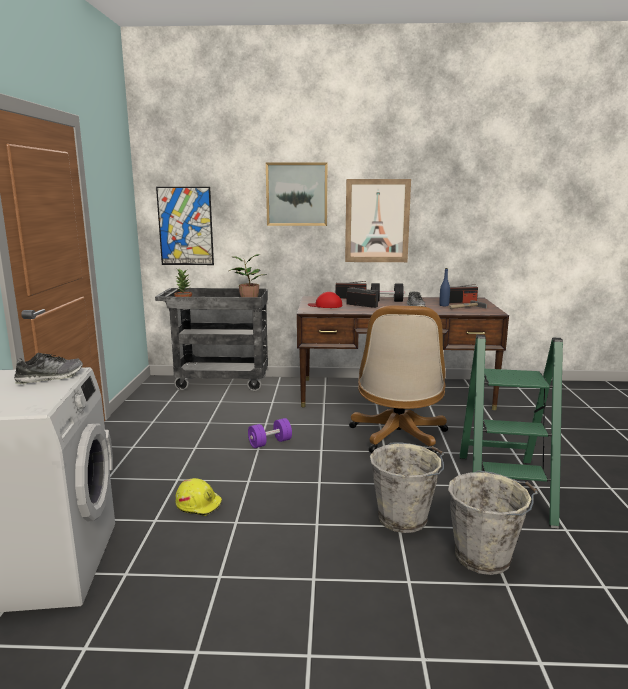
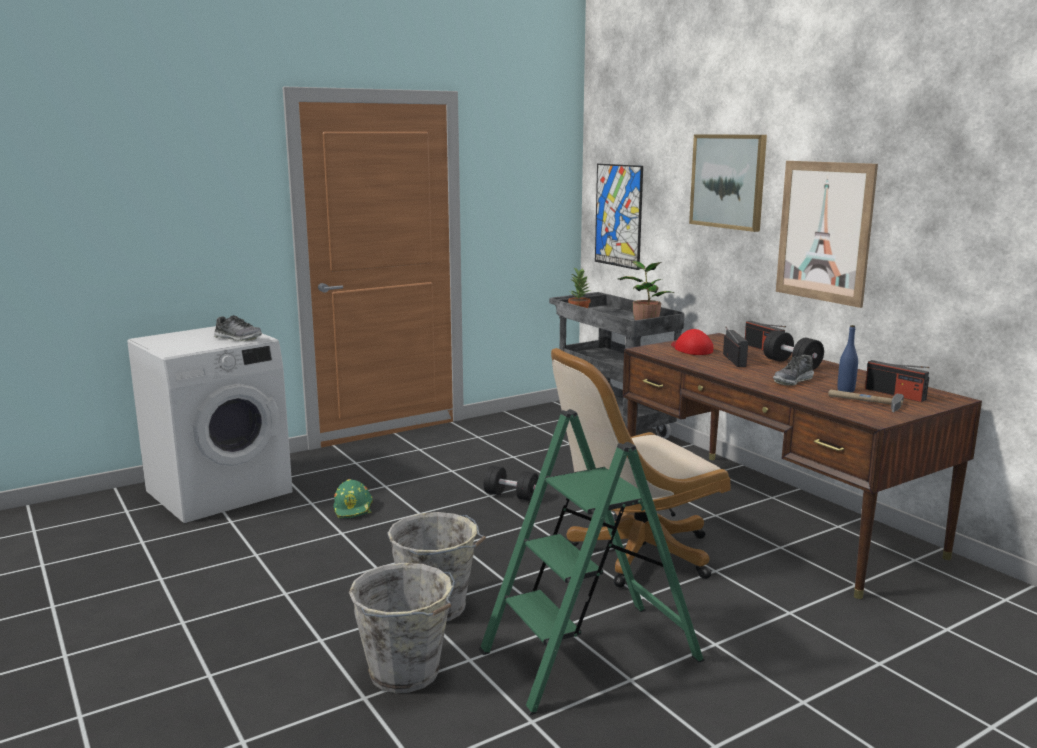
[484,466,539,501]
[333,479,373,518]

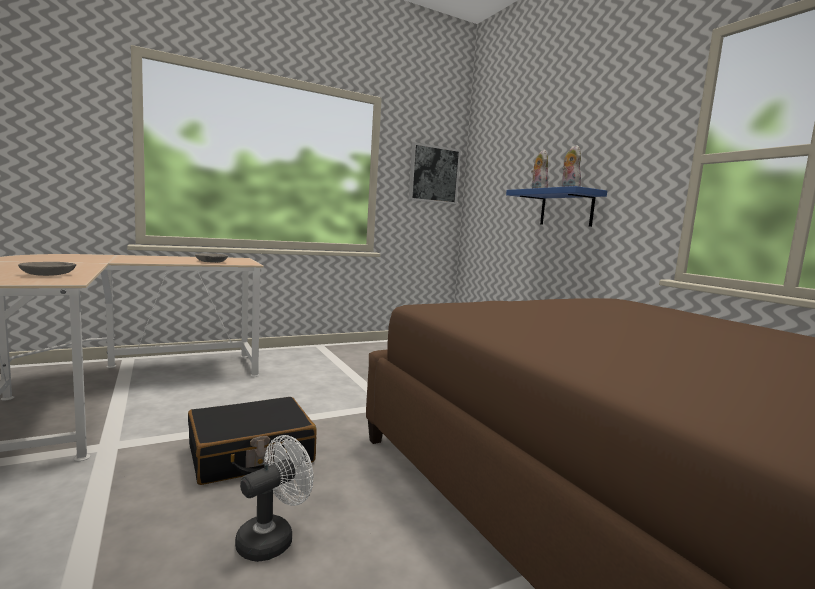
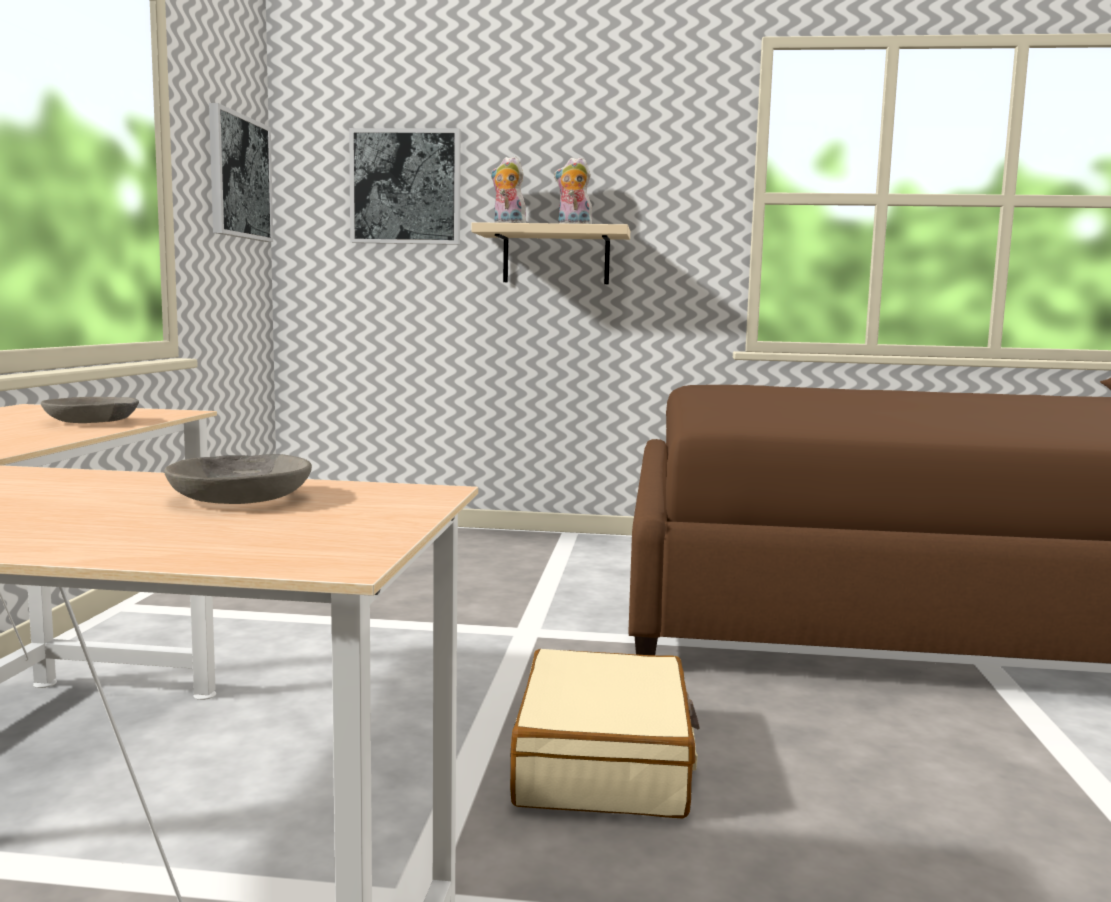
[471,222,630,284]
[510,649,700,818]
[235,435,313,562] (first image)
[349,128,461,245]

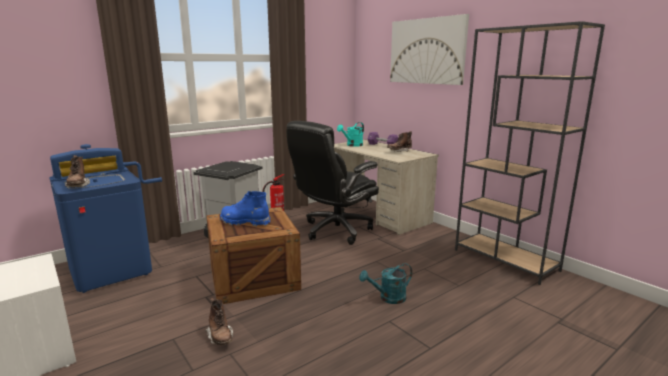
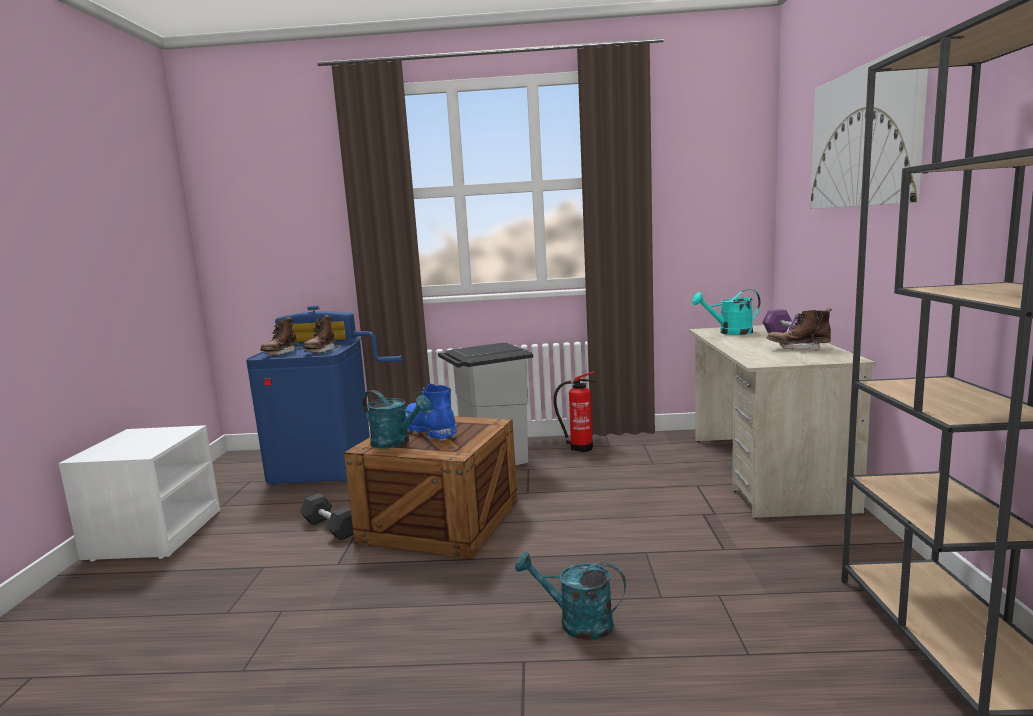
[286,121,379,245] (first image)
[303,315,335,353]
[363,390,431,449]
[300,493,354,540]

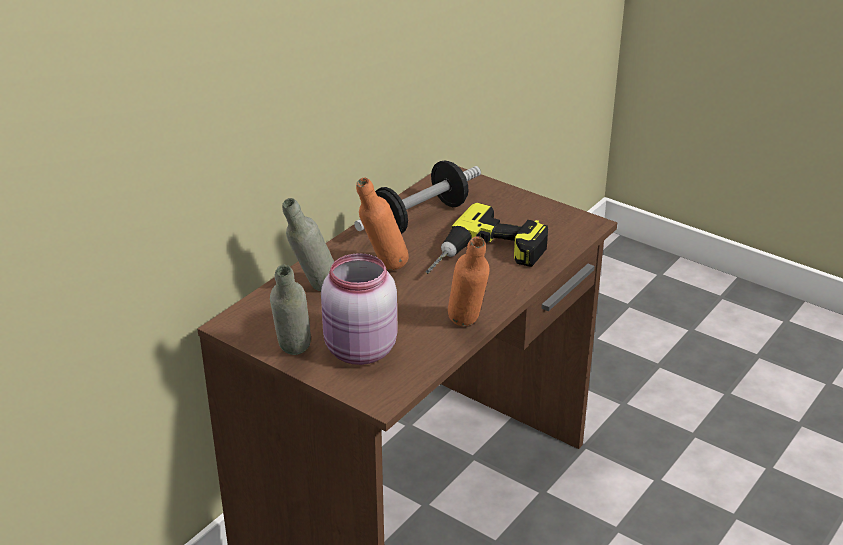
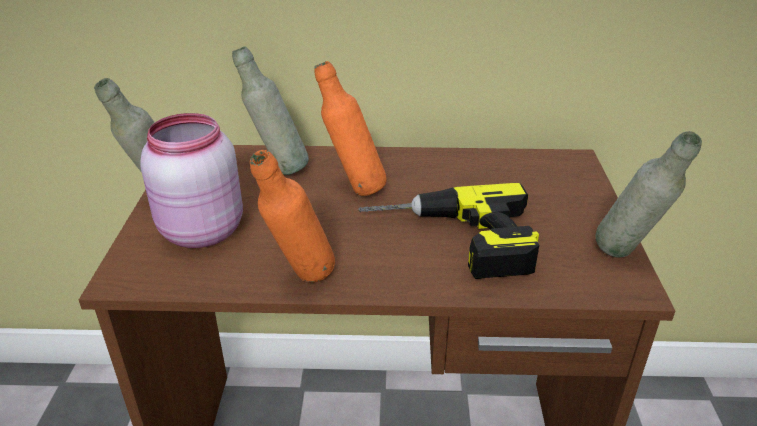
[354,160,481,234] (first image)
[595,131,702,257]

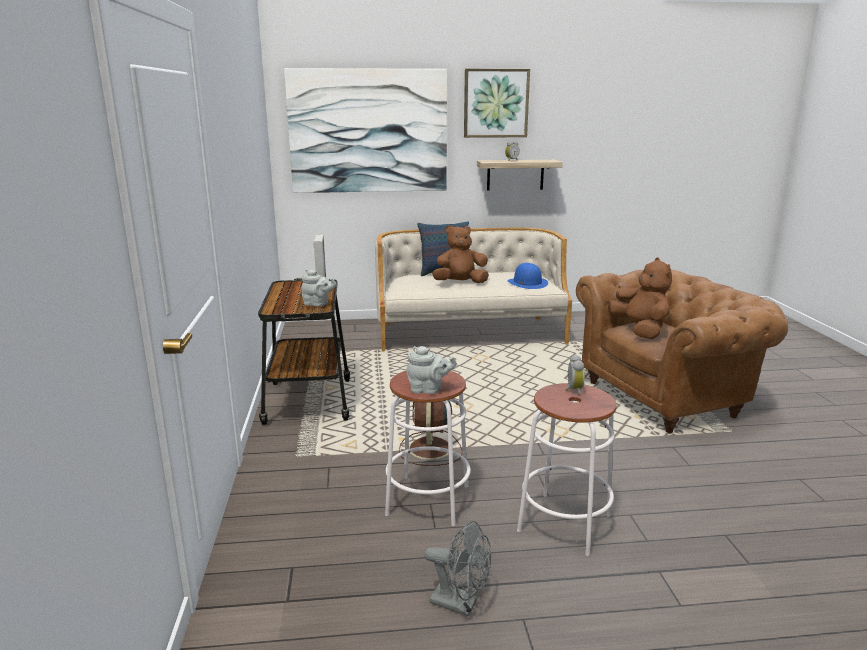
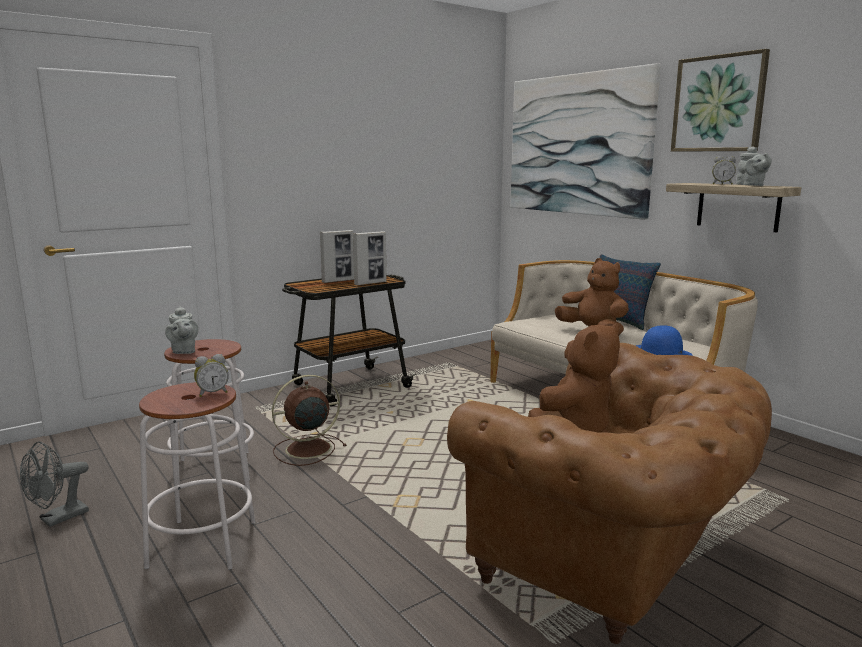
[737,146,772,186]
[20,442,89,527]
[320,230,354,283]

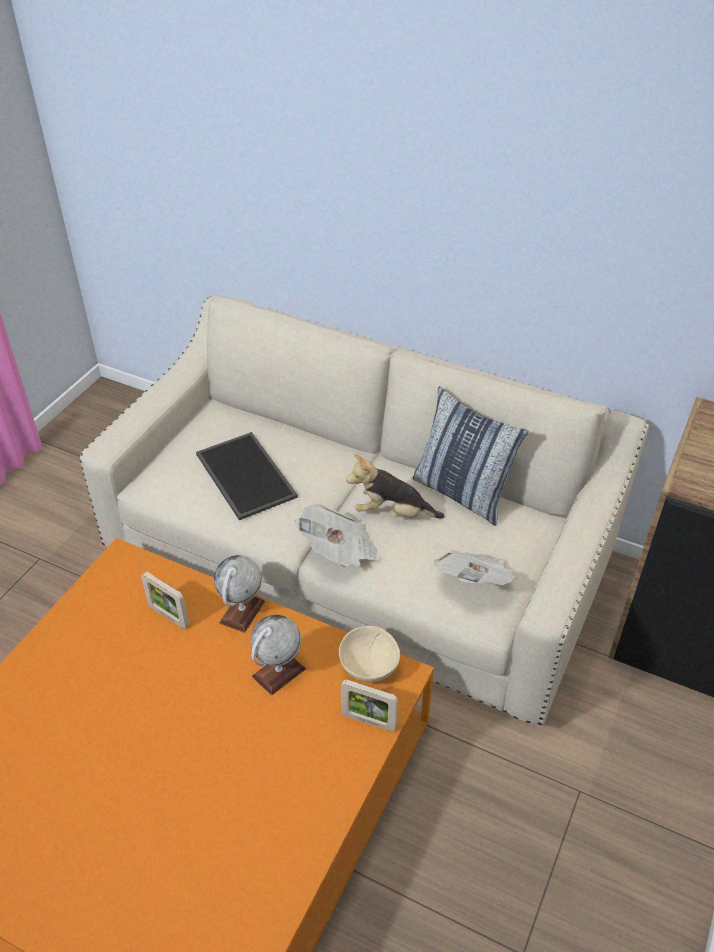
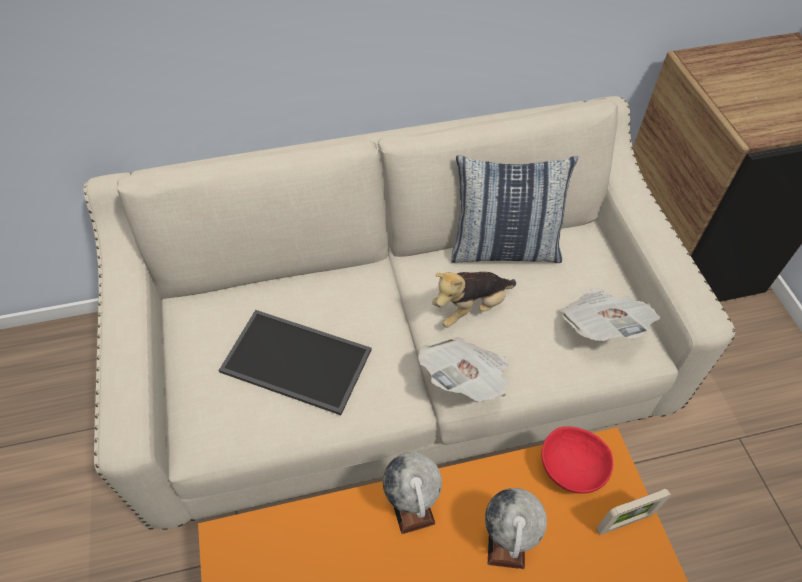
[141,572,189,629] (first image)
[541,426,613,494]

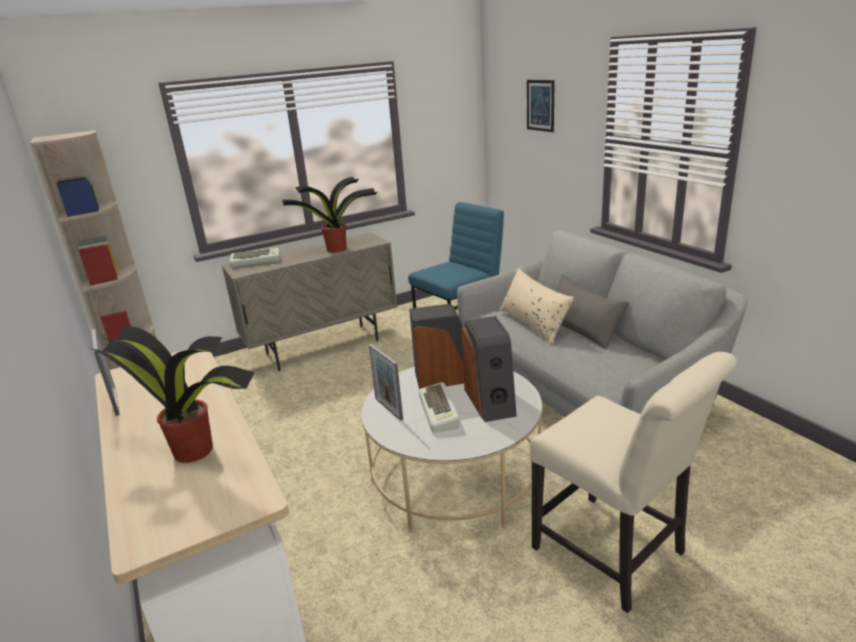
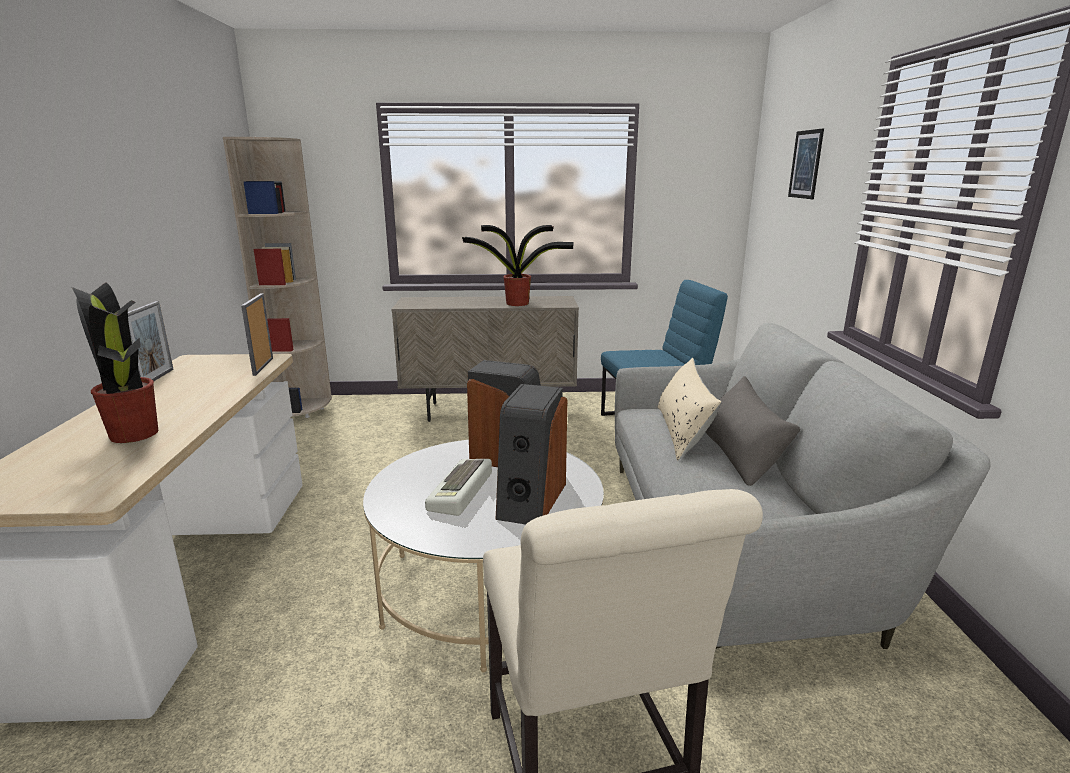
[230,248,280,268] (first image)
[241,293,273,376]

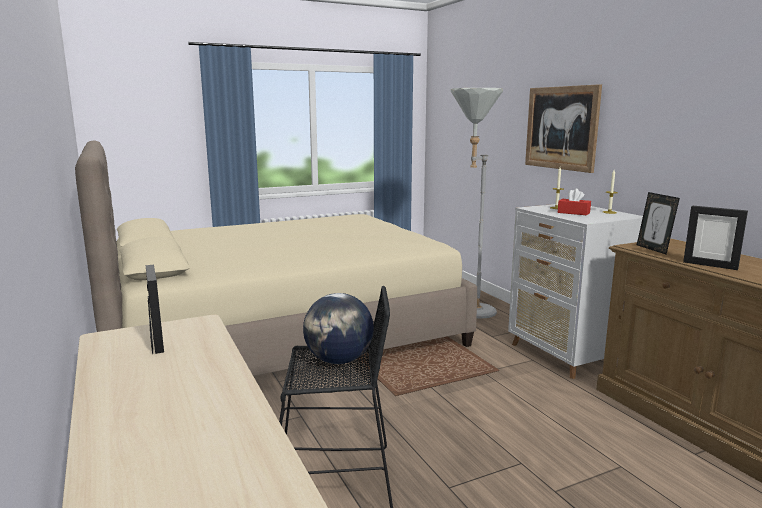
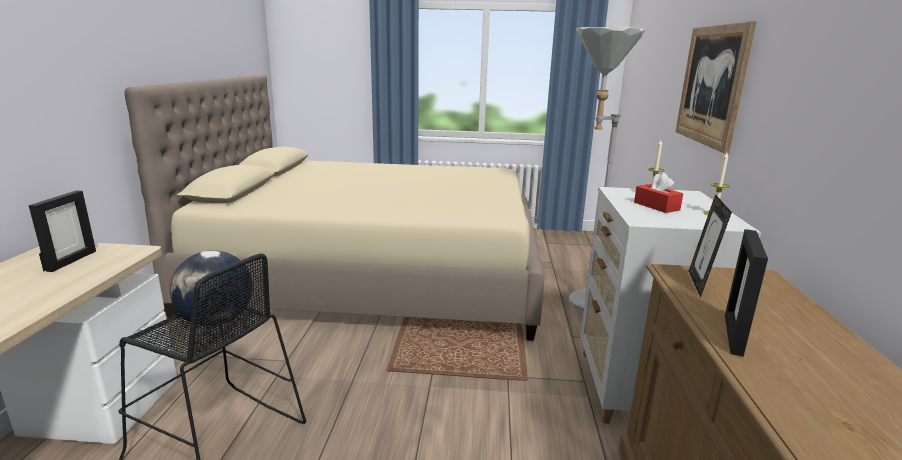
[725,229,768,357]

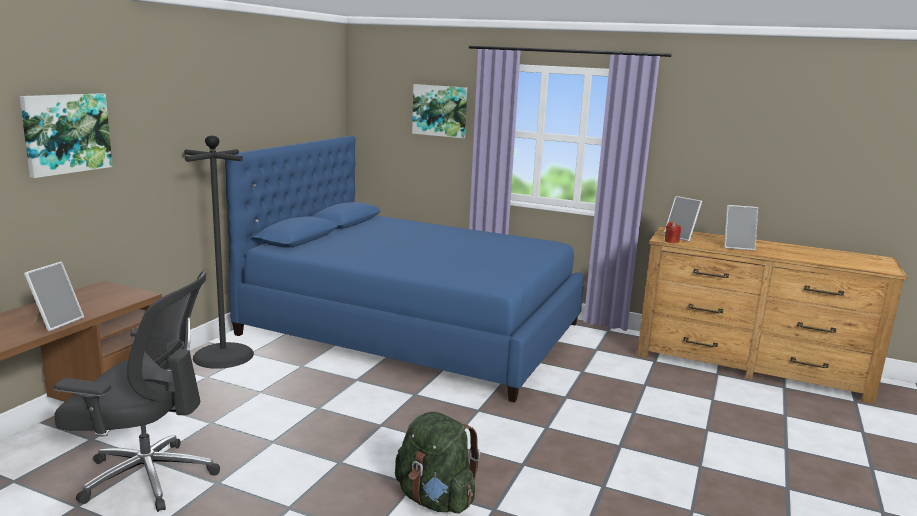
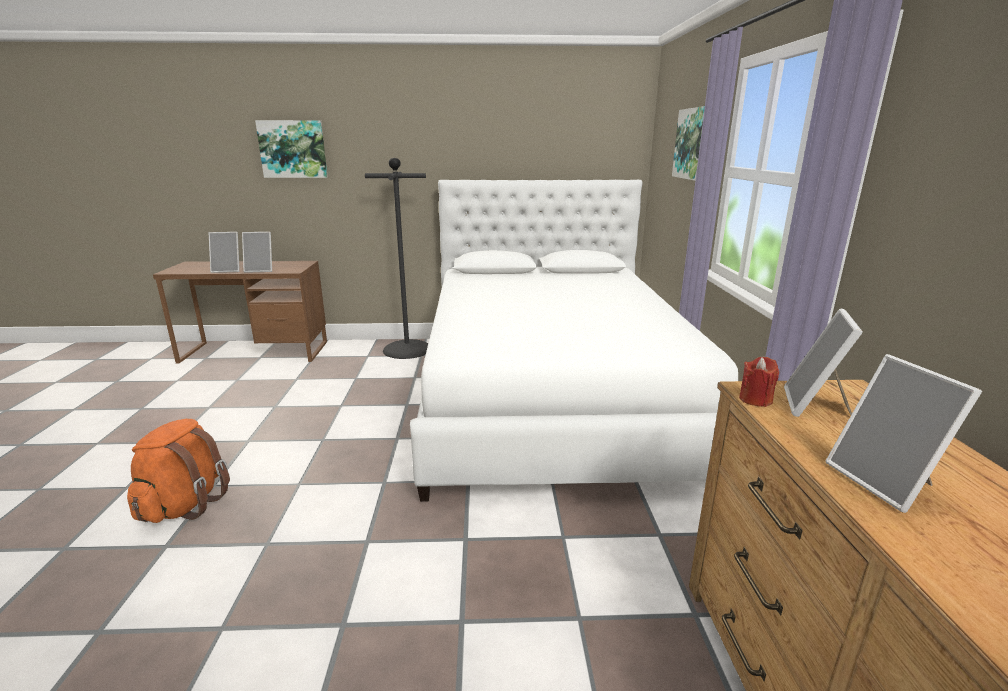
[410,180,738,502]
[54,270,220,512] (first image)
[127,419,230,523]
[242,232,272,273]

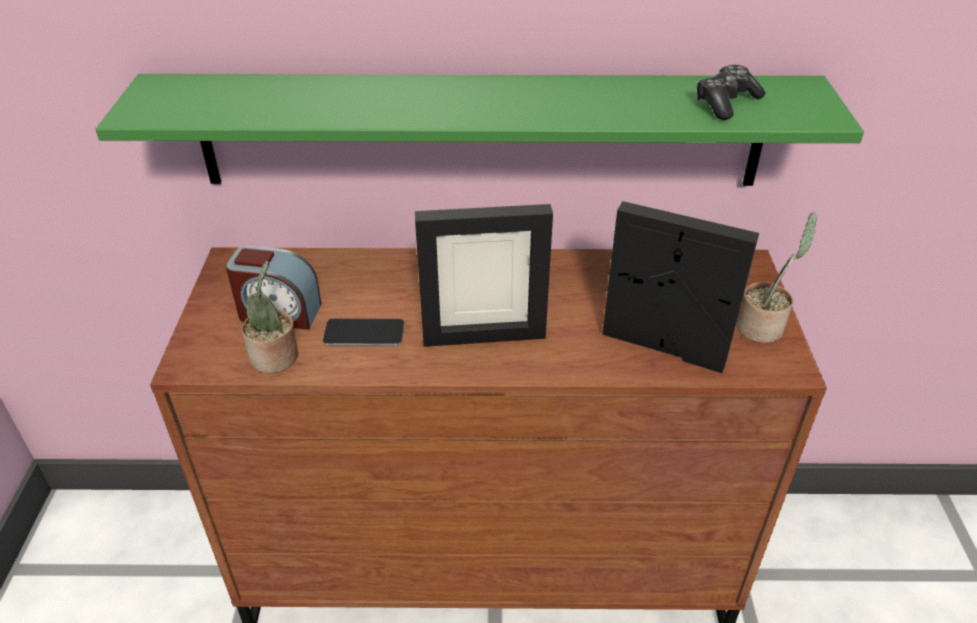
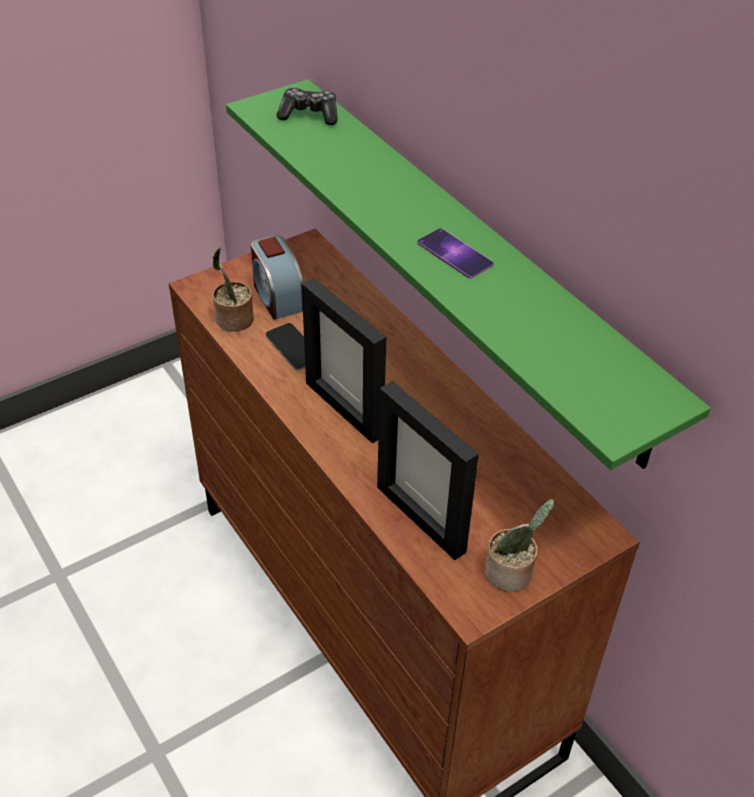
[277,88,338,125]
[377,381,479,560]
[417,228,494,279]

